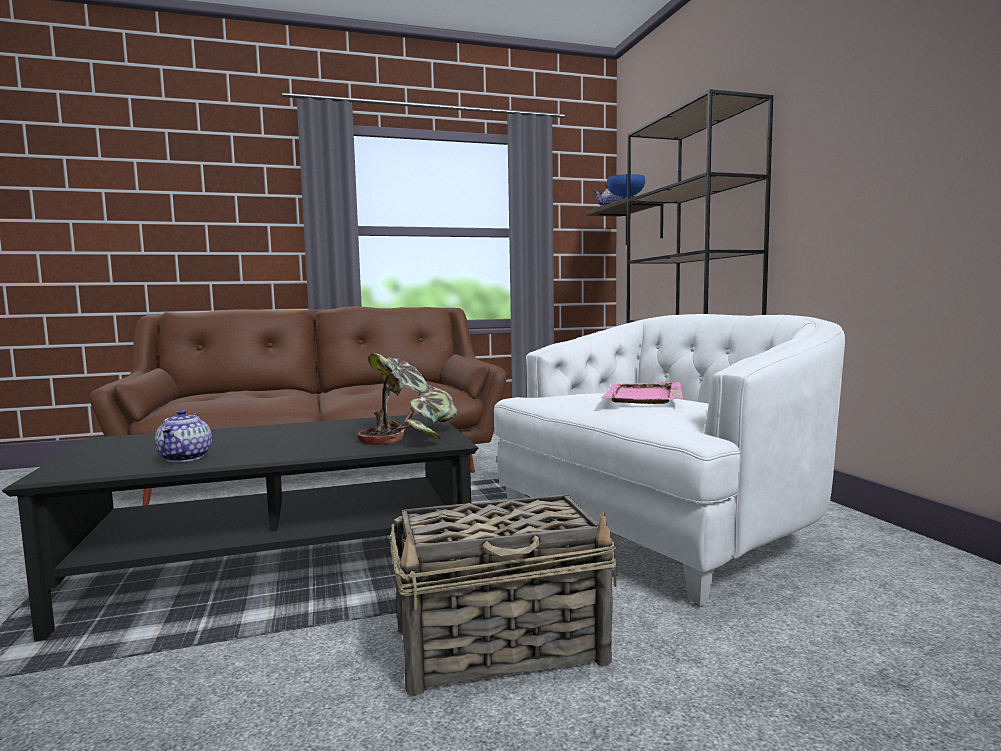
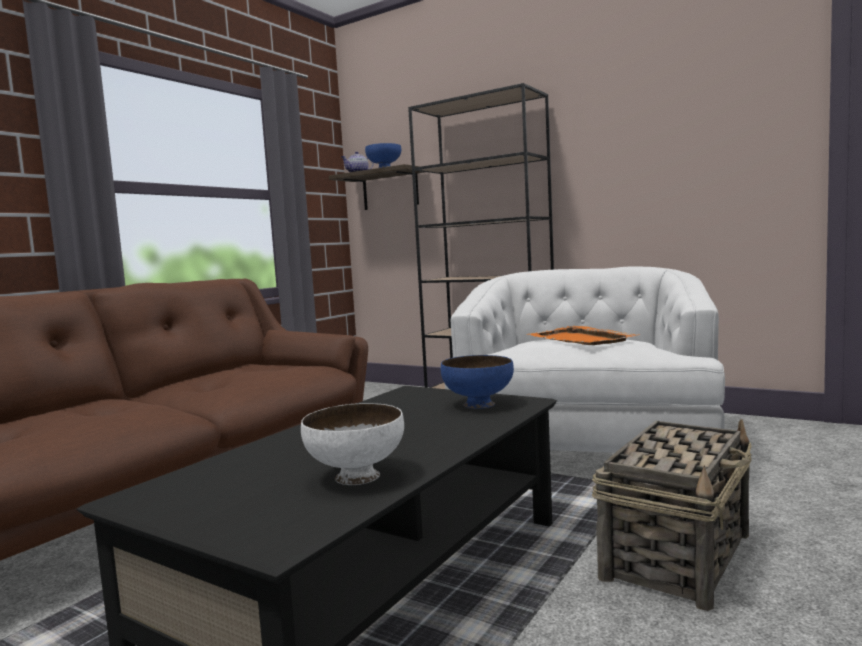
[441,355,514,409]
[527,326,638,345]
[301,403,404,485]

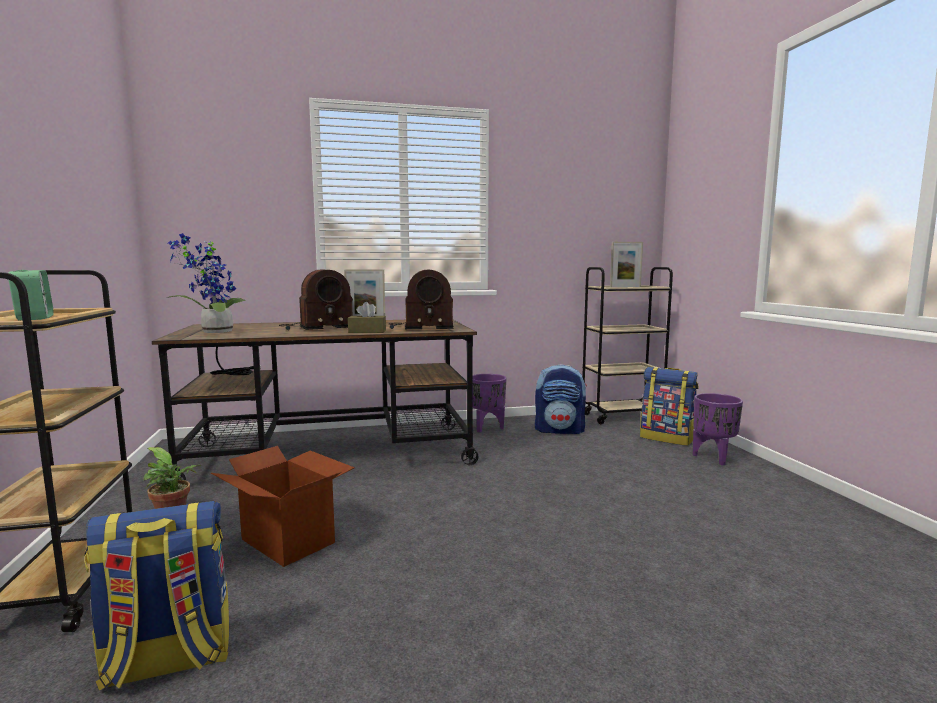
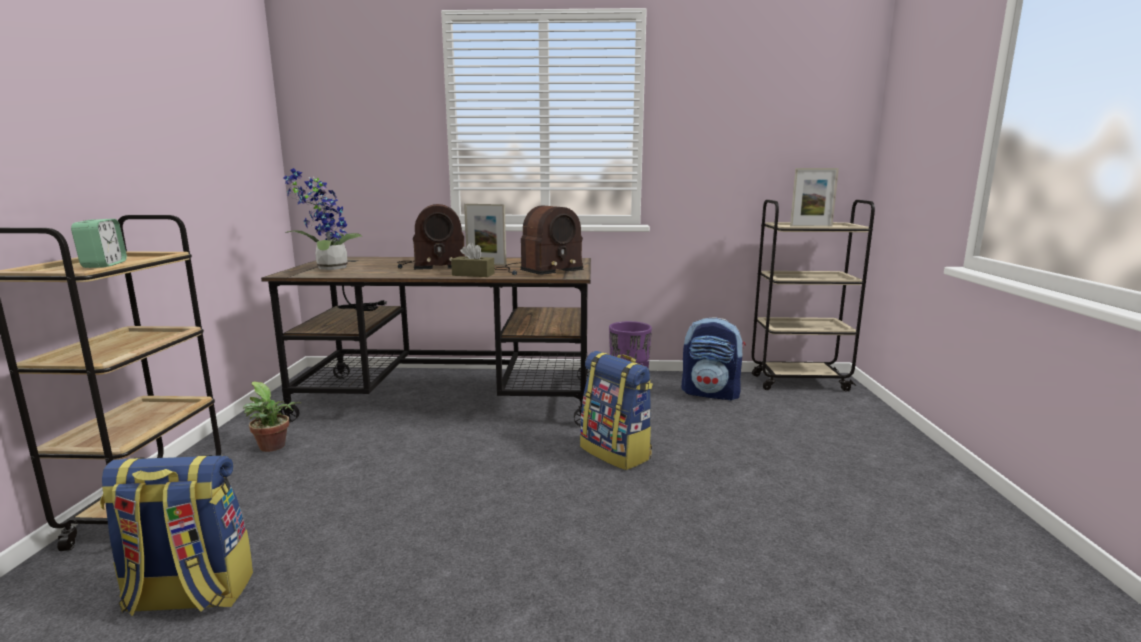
[494,205,584,275]
[580,351,653,470]
[693,393,743,465] (first image)
[211,446,355,567] (first image)

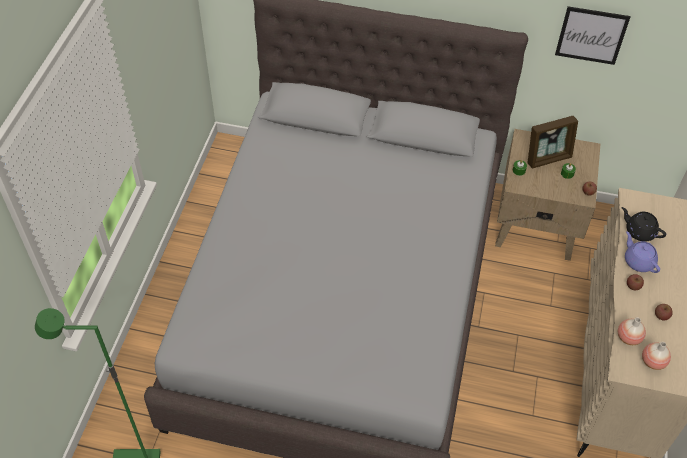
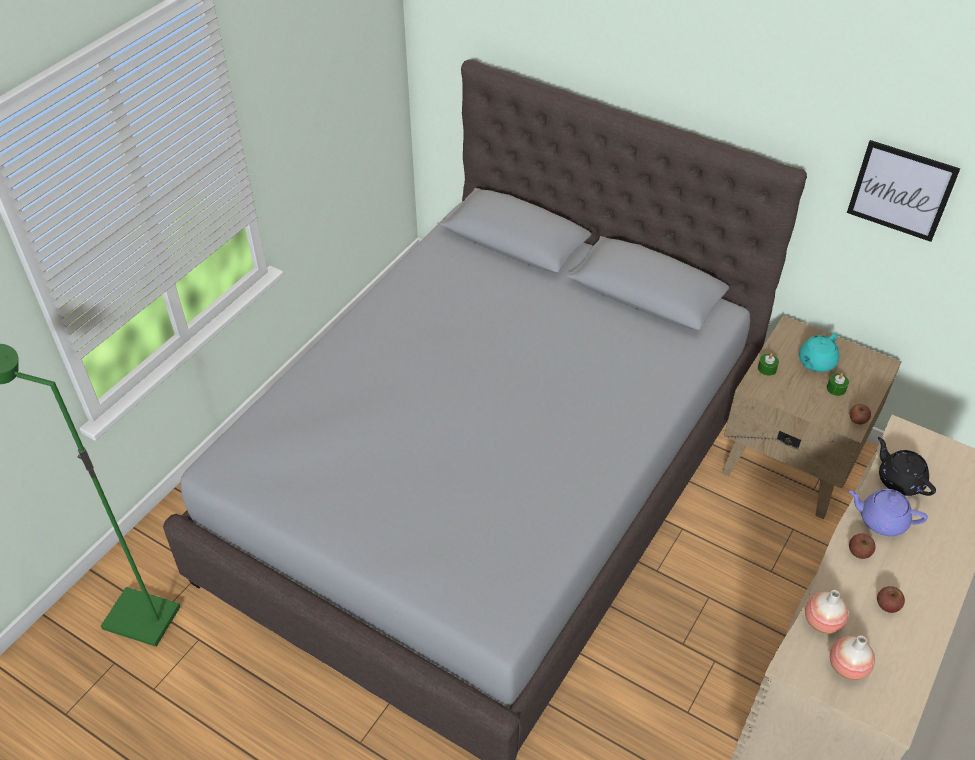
[799,333,839,372]
[848,489,928,536]

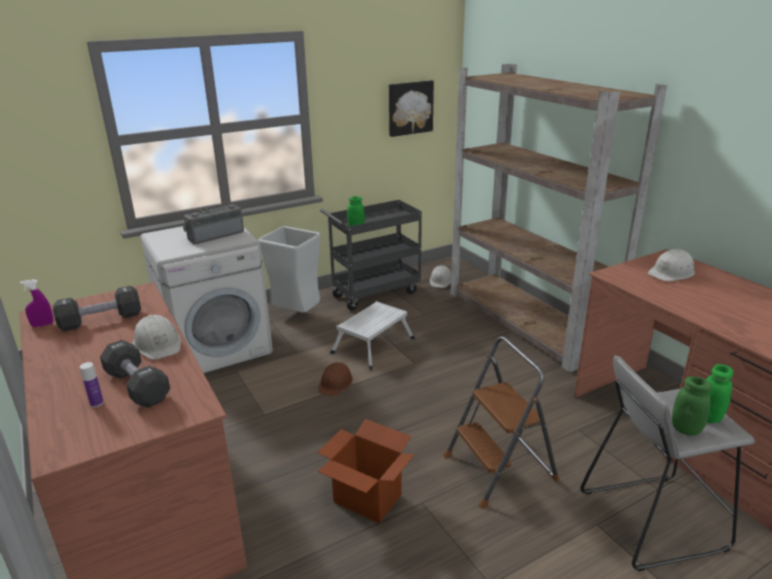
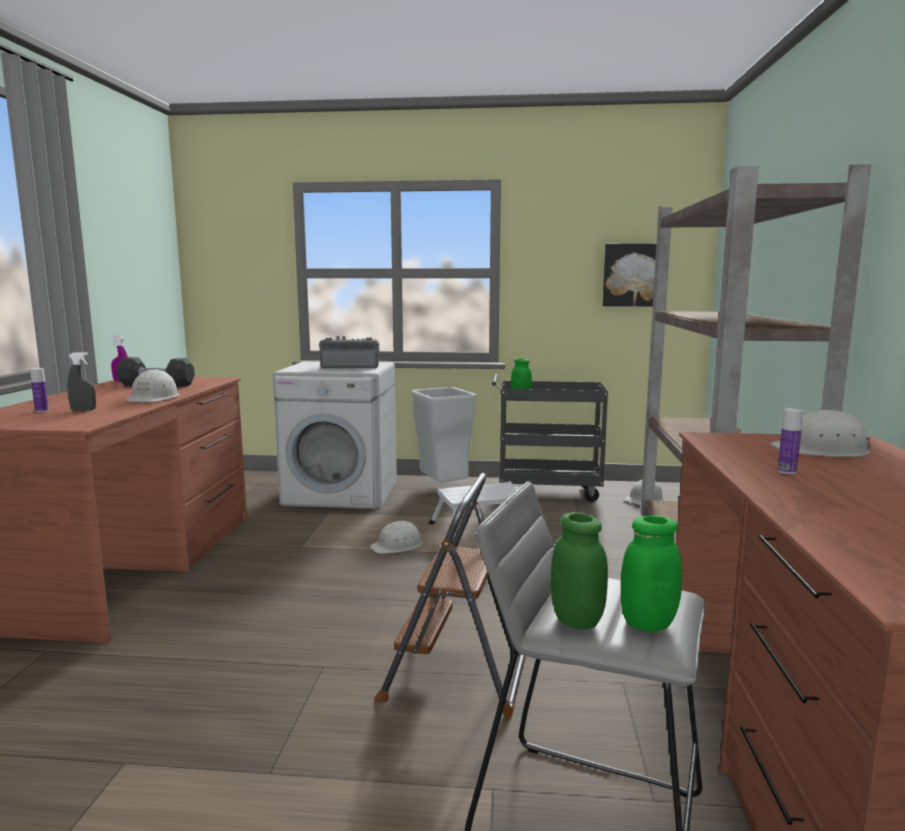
[67,352,96,411]
[370,520,422,554]
[317,419,415,523] (first image)
[777,409,803,474]

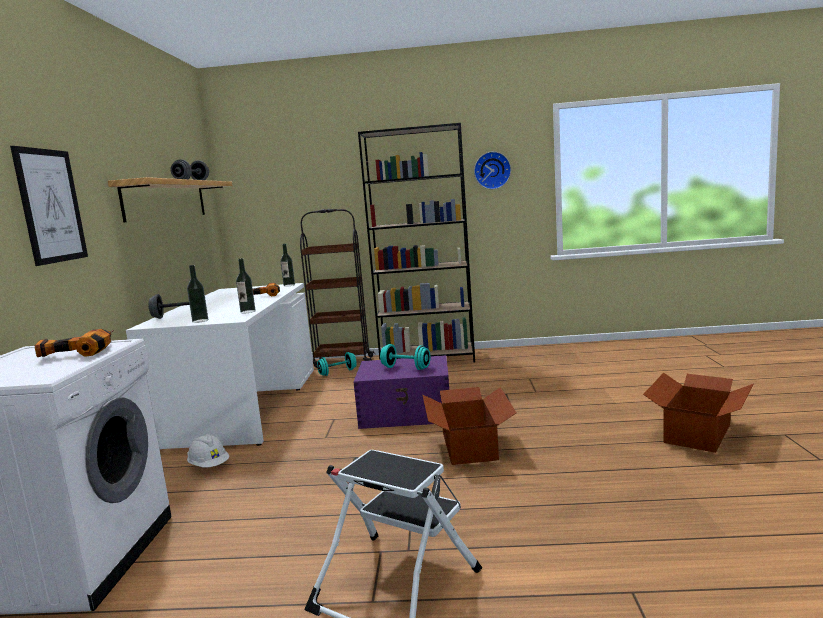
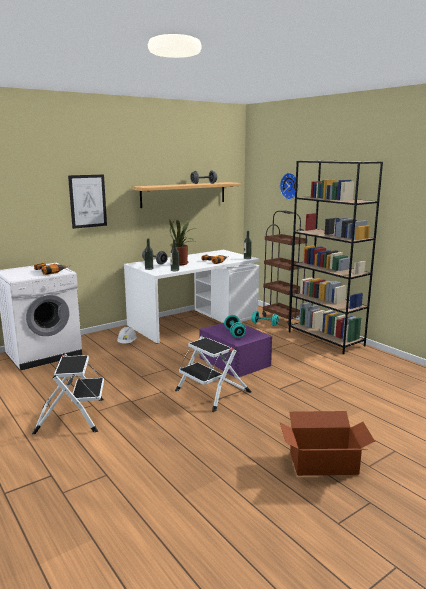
[280,173,299,200]
[175,335,252,412]
[169,220,197,265]

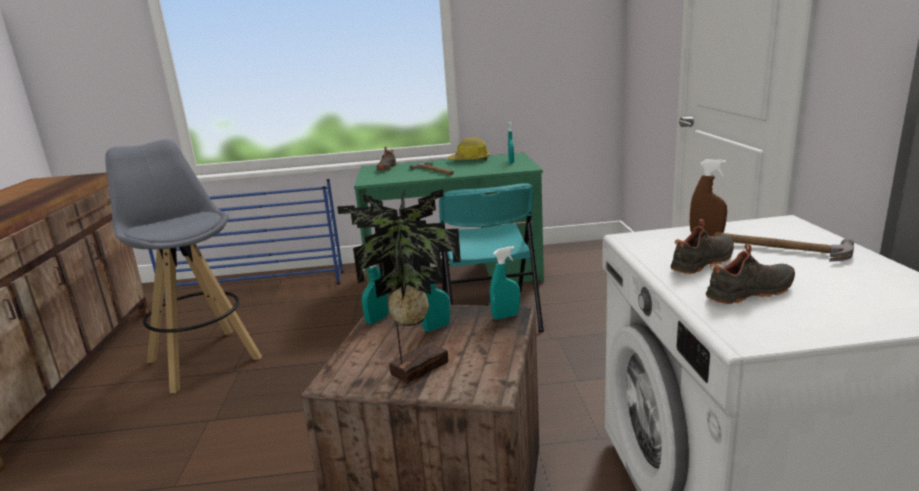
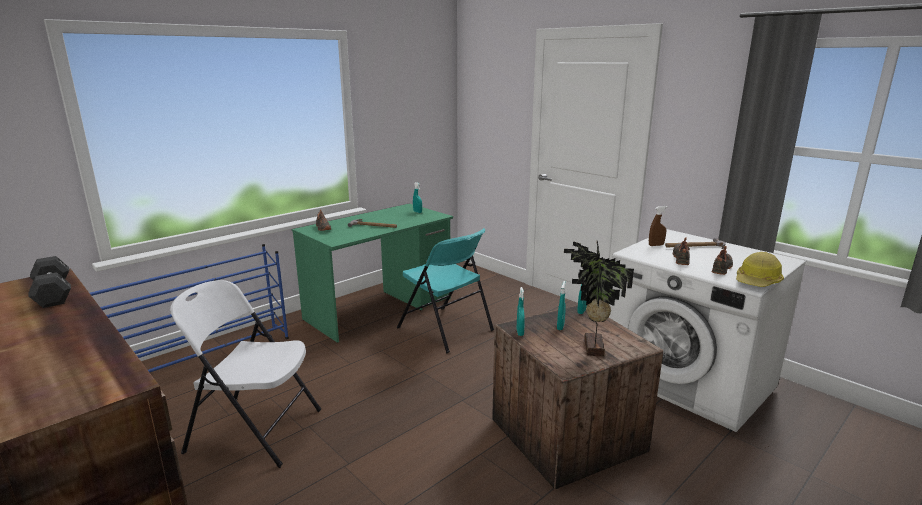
[736,252,784,287]
[170,280,321,468]
[28,256,71,308]

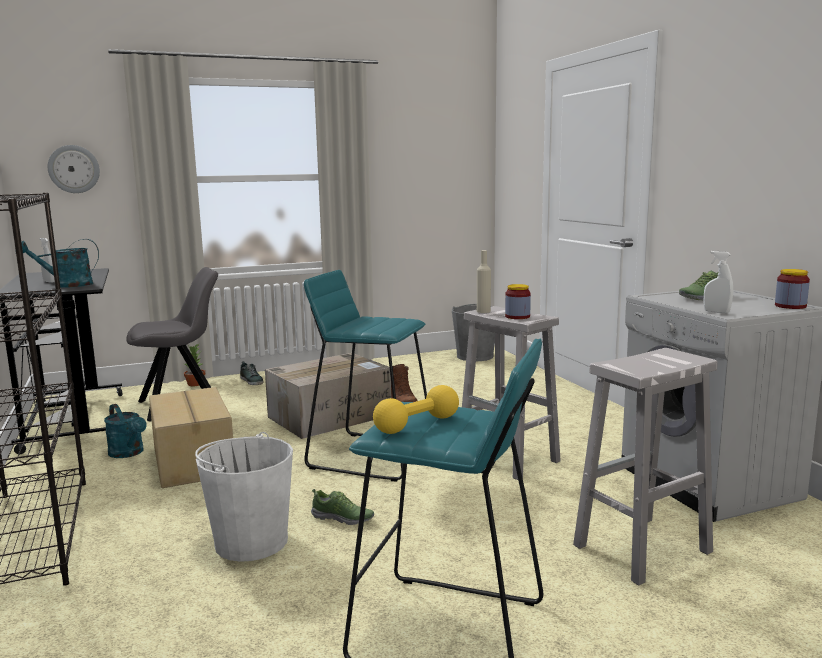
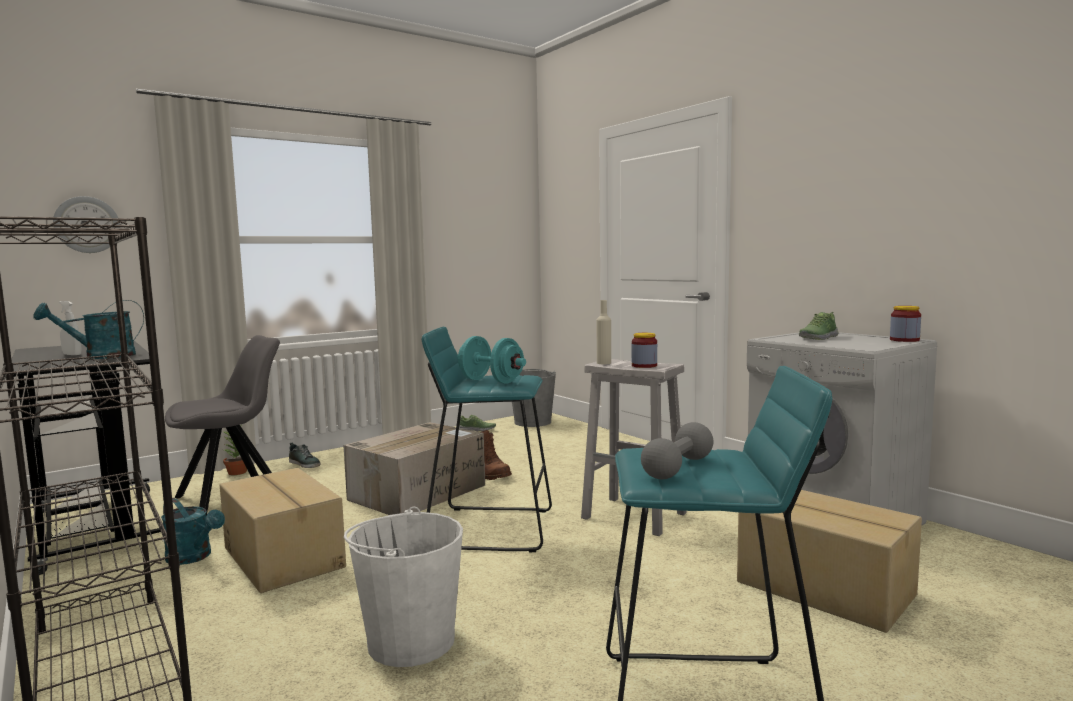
[704,251,733,313] (first image)
[737,490,922,633]
[641,422,713,479]
[459,415,496,431]
[457,336,526,384]

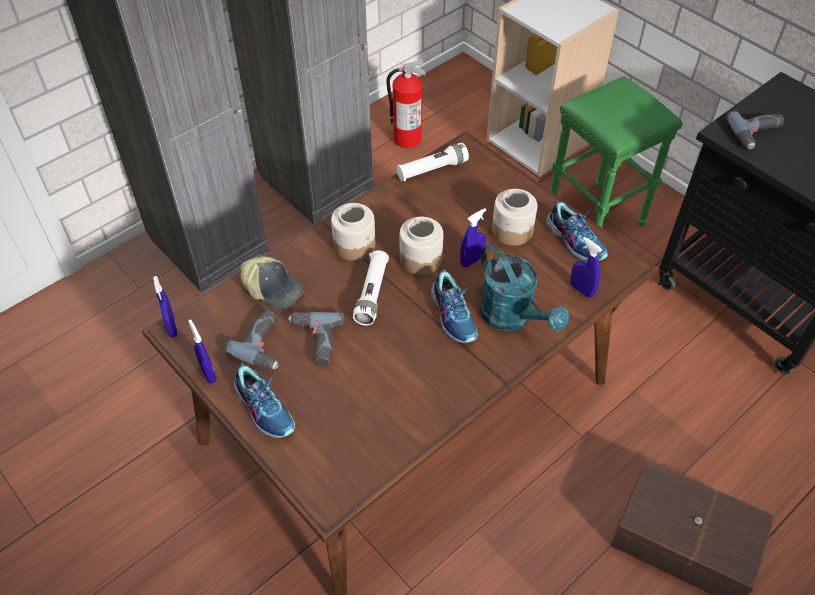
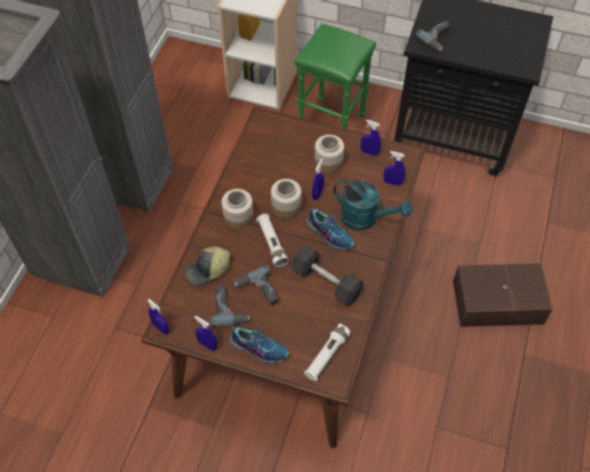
[386,60,426,148] (first image)
[304,324,351,382]
[361,120,381,156]
[184,247,230,286]
[291,245,363,305]

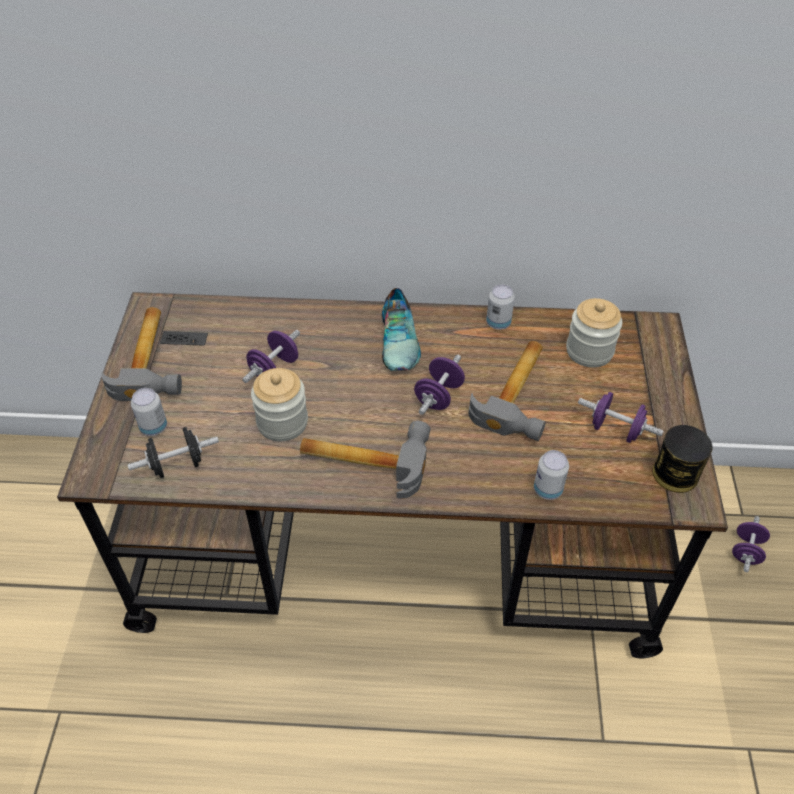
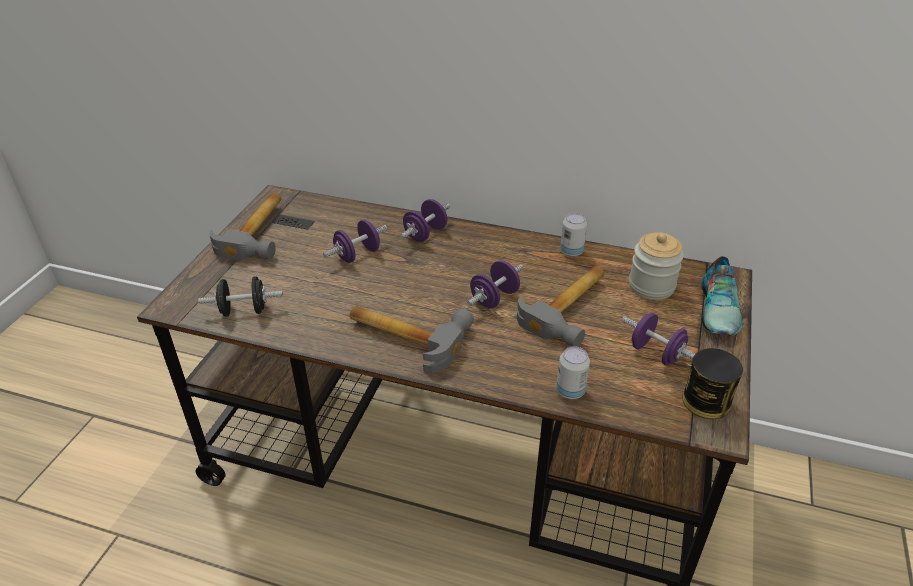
[701,256,743,336]
[251,368,308,441] (first image)
[131,388,167,436] (first image)
[400,199,450,242]

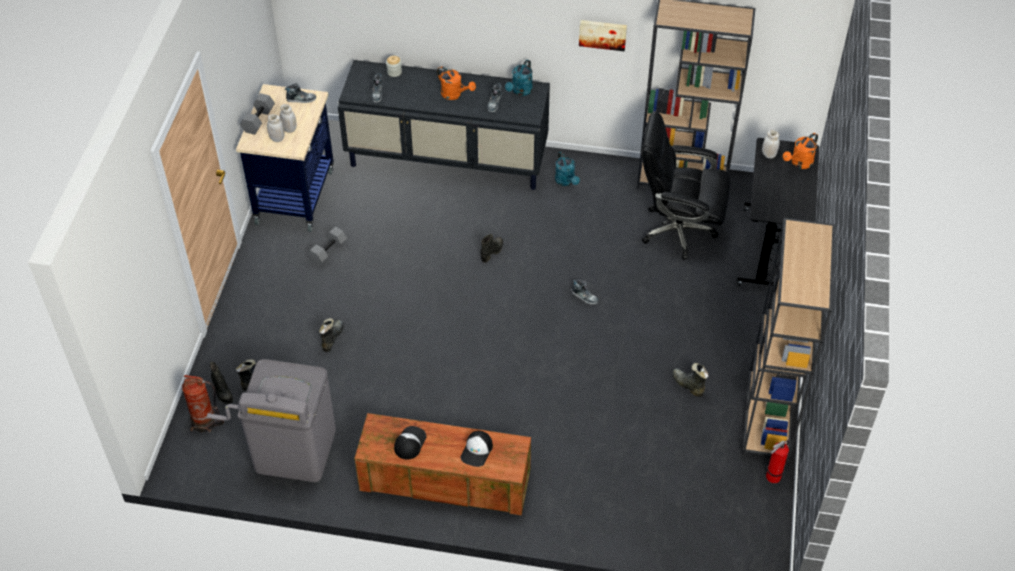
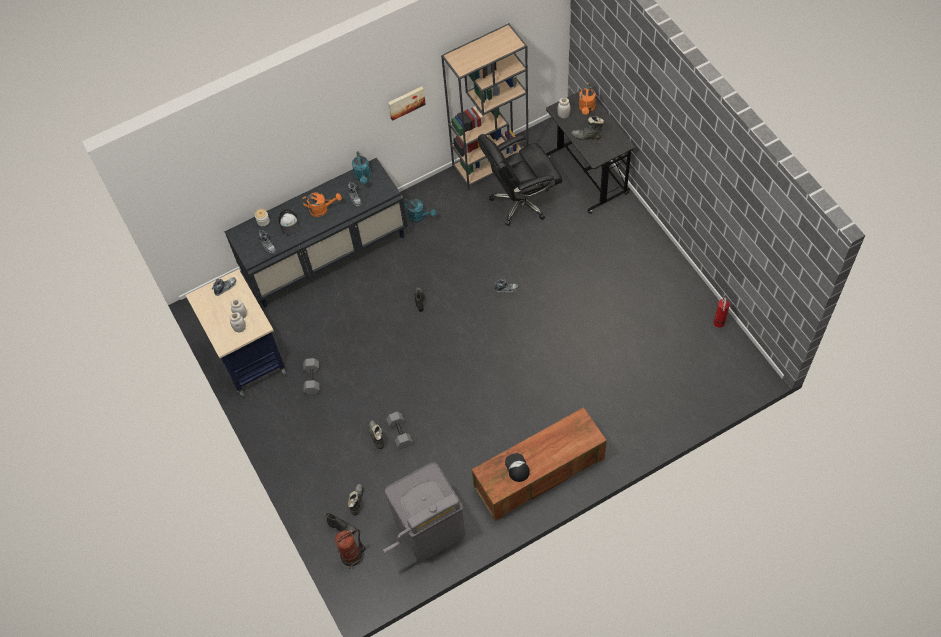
[386,412,413,449]
[742,218,835,463] (first image)
[571,116,604,140]
[278,209,300,235]

